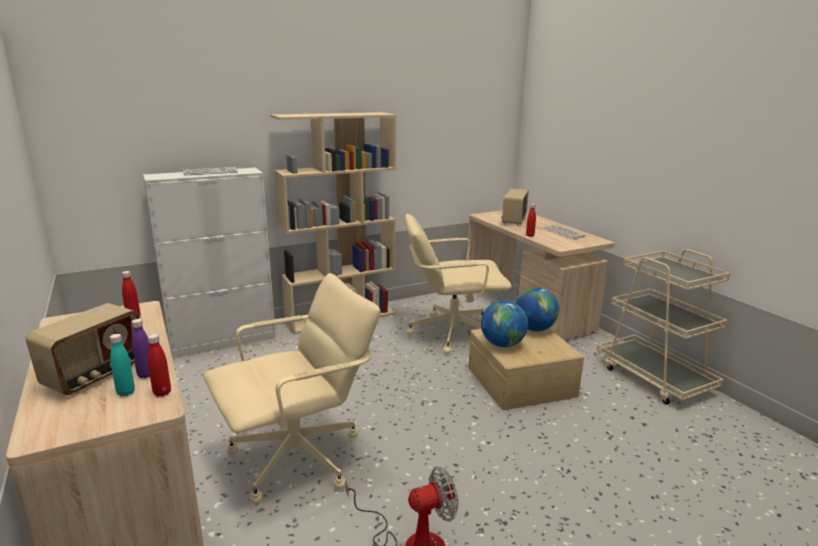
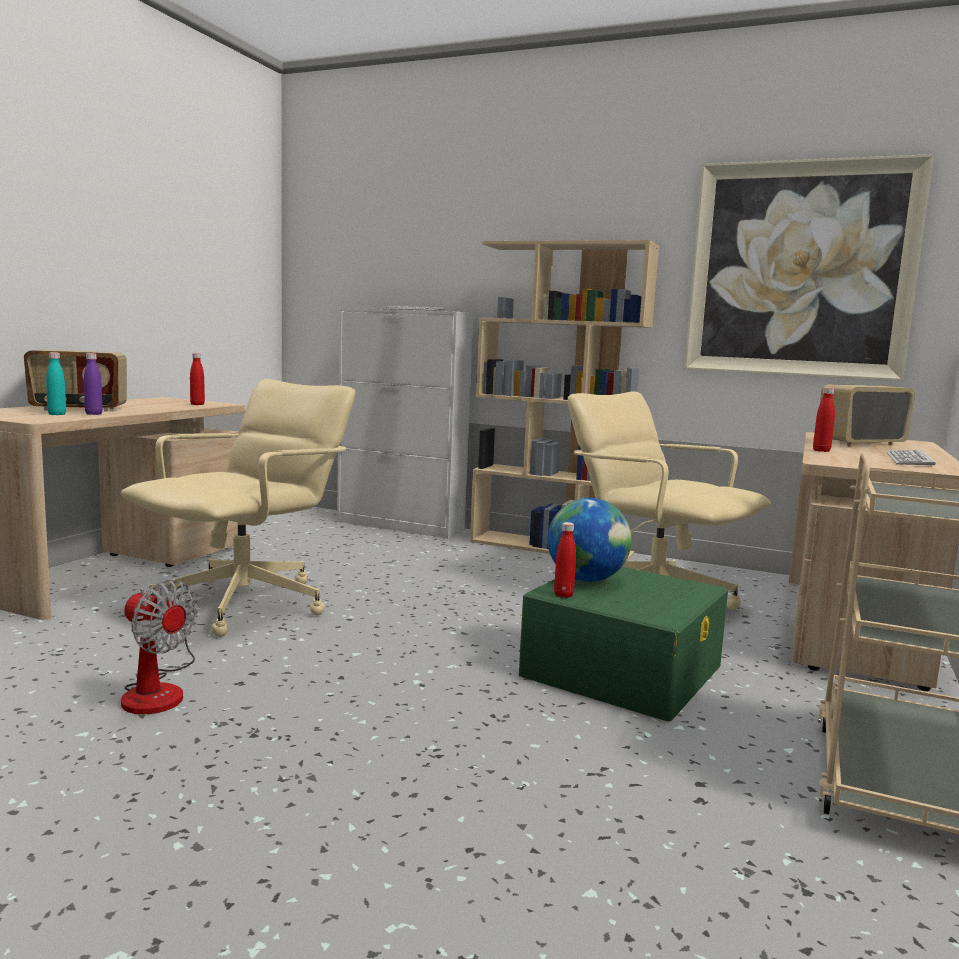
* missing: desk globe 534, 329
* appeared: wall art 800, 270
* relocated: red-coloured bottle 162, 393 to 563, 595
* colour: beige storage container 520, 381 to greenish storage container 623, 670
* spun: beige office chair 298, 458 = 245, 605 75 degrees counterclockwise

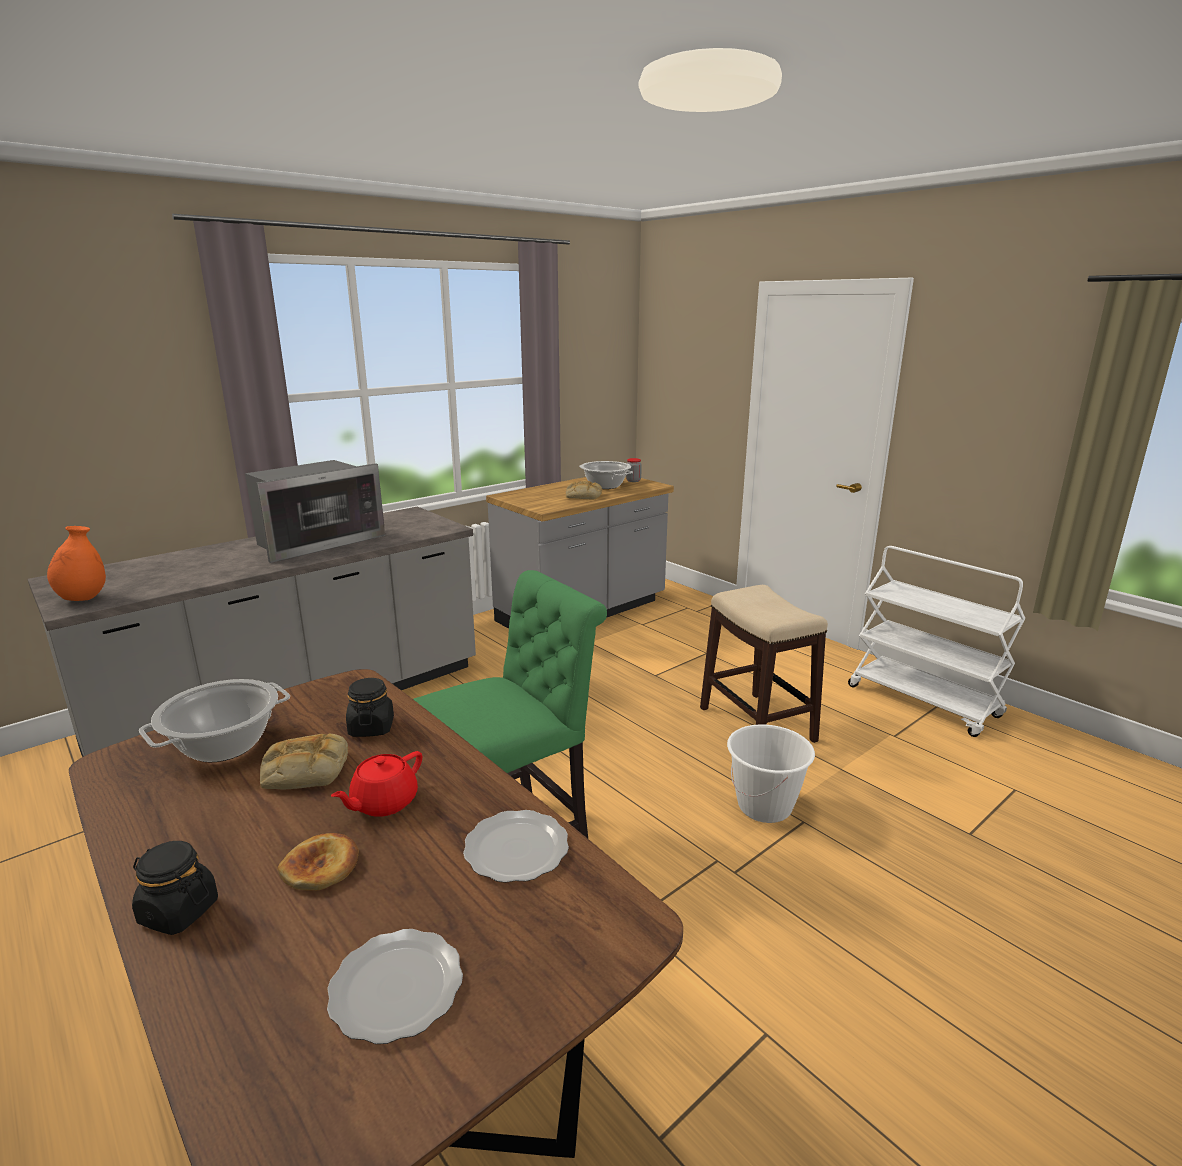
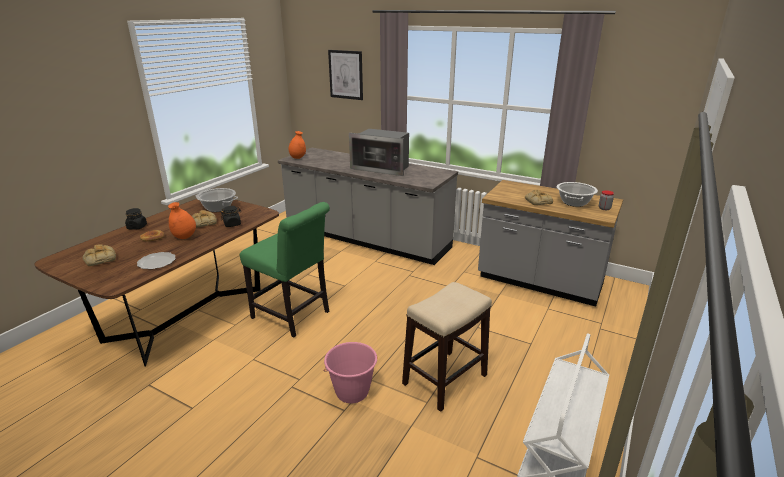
* appeared: wall art 346, 74
* exchanged: flat dish 395, 989 to baked bread 100, 259
* exchanged: red-coloured pot for tea 383, 803 to orange-coloured flower vase 184, 237
* colour: white bucket 765, 807 to pink-coloured bucket 352, 392

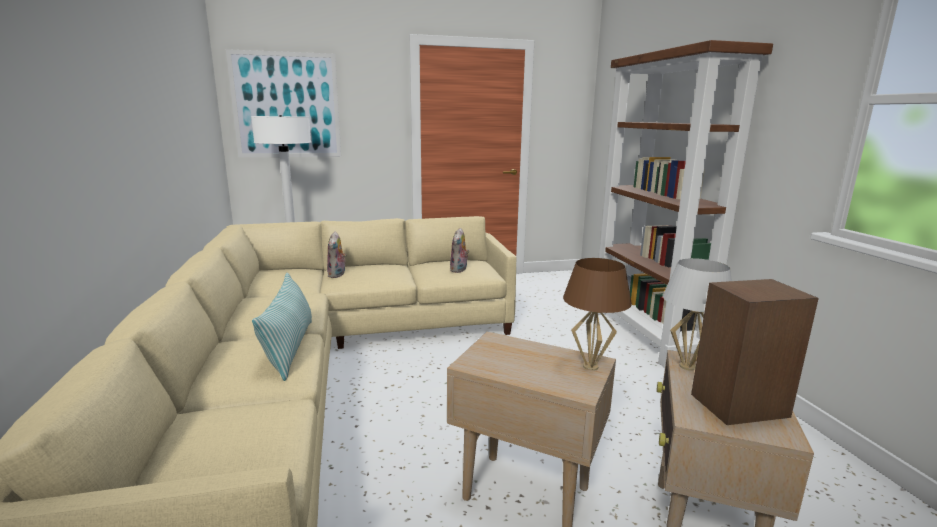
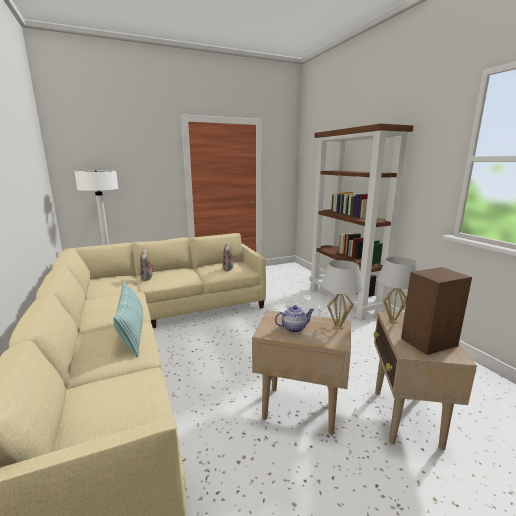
* missing: wall art 286, 105
* appeared: pot for tea 294, 328
* colour: brown-coloured tabletop lamp 590, 367 to white tabletop lamp 338, 327

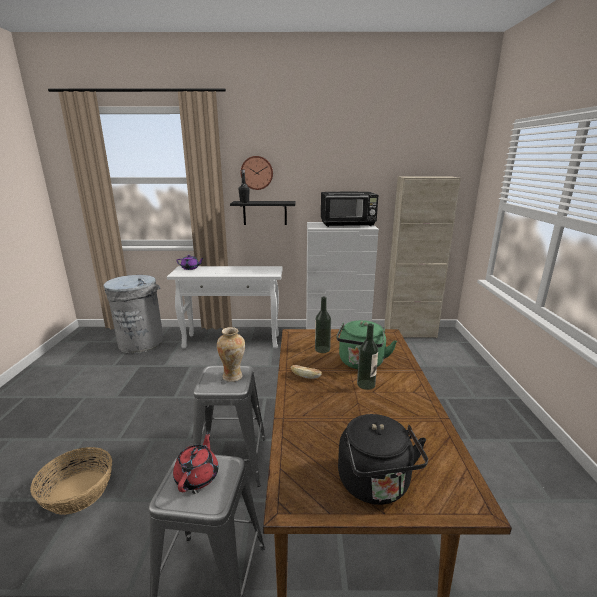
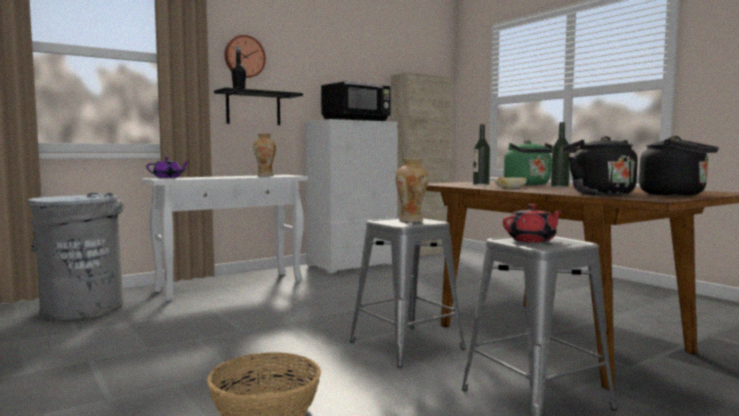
* appeared: flower vase 265, 176
* appeared: black-coloured water kettle 599, 194
* spun: red-coloured pot for tea 197, 476 = 532, 240 90 degrees clockwise

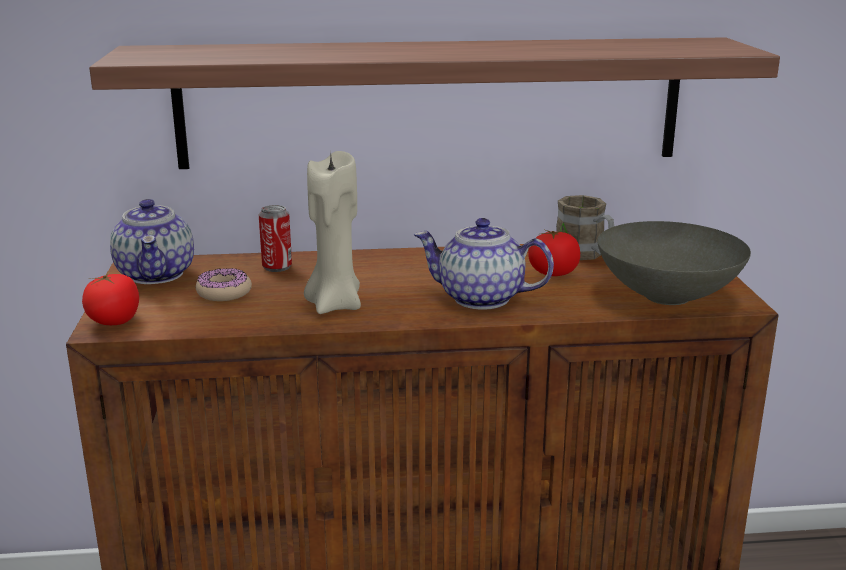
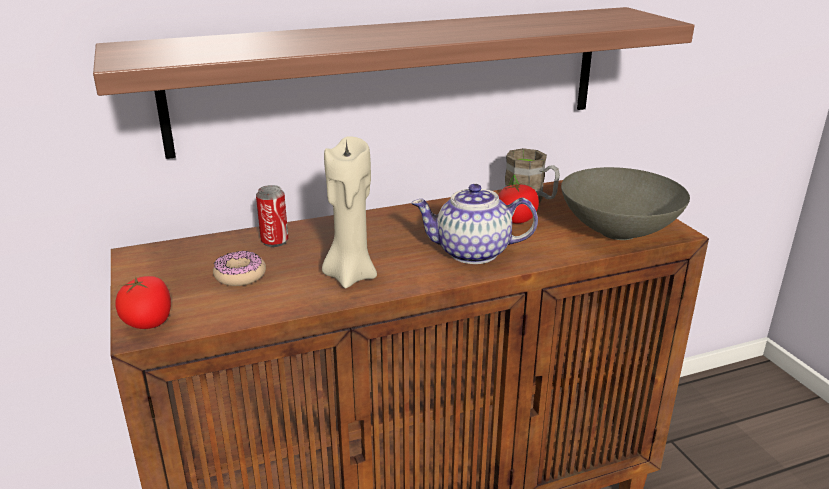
* missing: pot for tea 157, 275

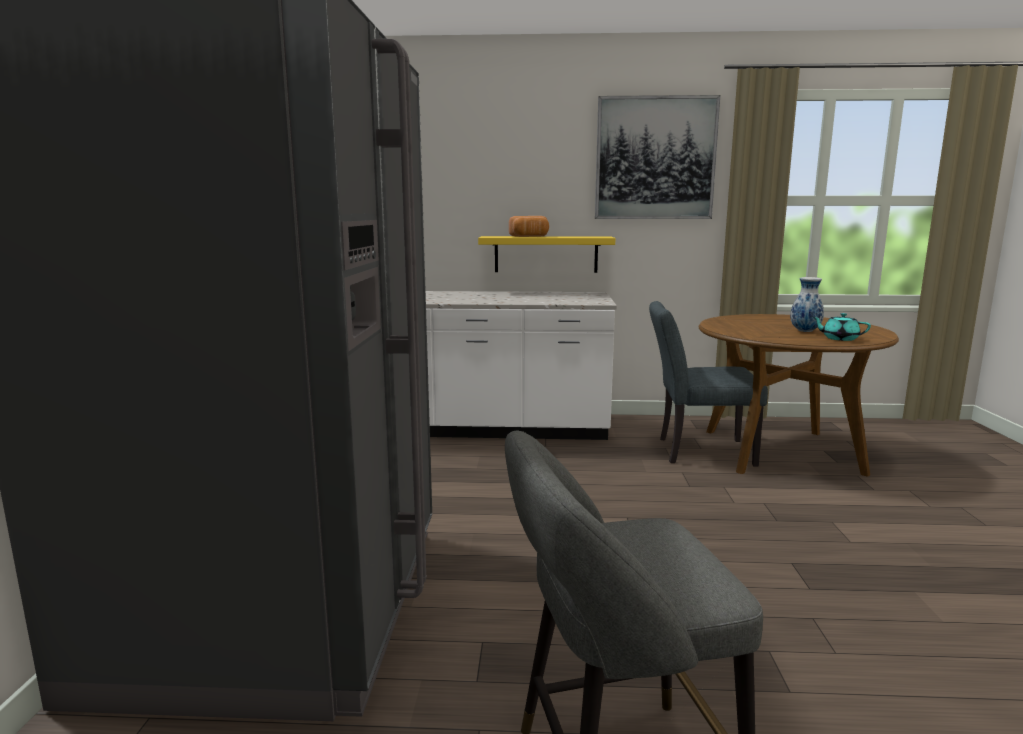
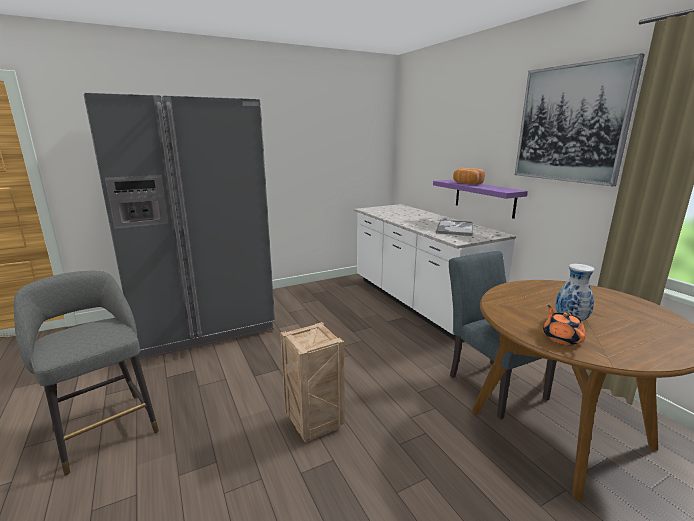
* appeared: packing crate 315, 424
* appeared: tray 454, 228
* colour: yellow bracket shelf 546, 254 to purple bracket shelf 484, 198
* colour: turquoise-coloured pot for tea 839, 339 to orange-coloured pot for tea 561, 338

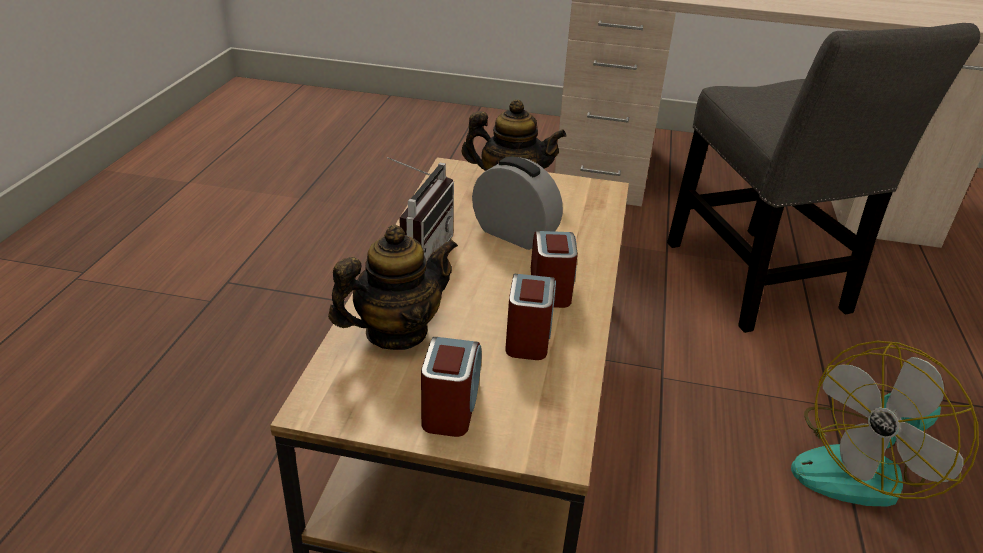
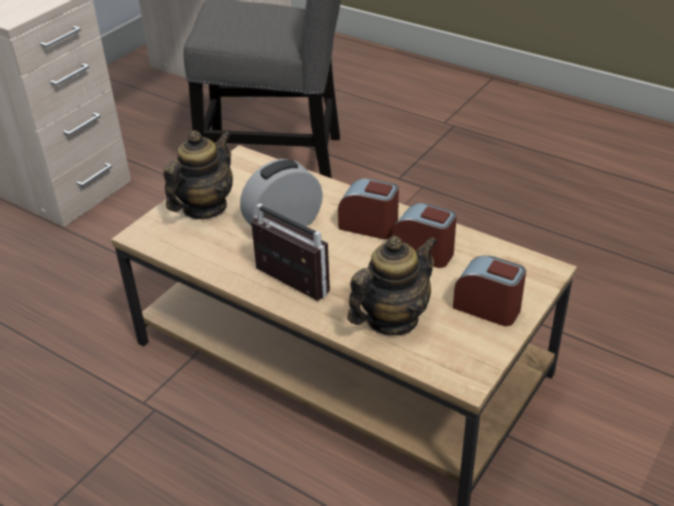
* missing: cooling fan 862, 467
* spun: pot for tea 396, 332 = 391, 319 60 degrees clockwise

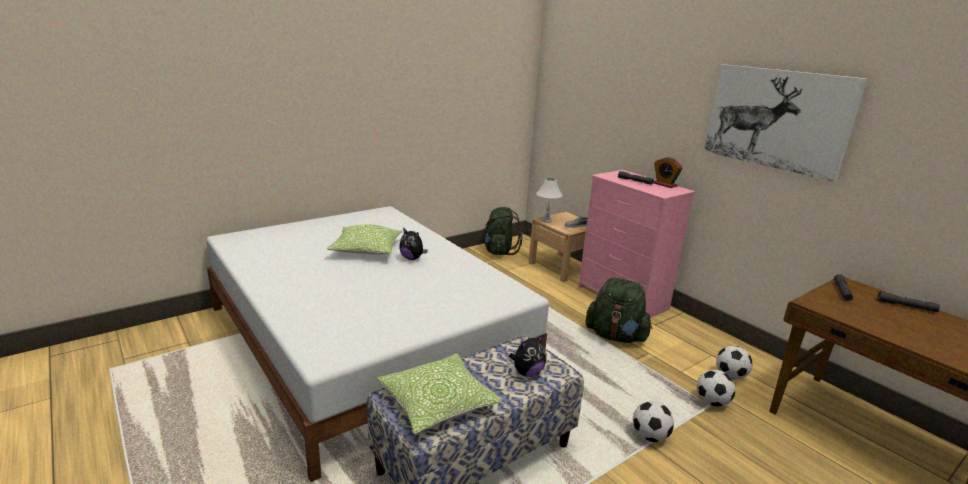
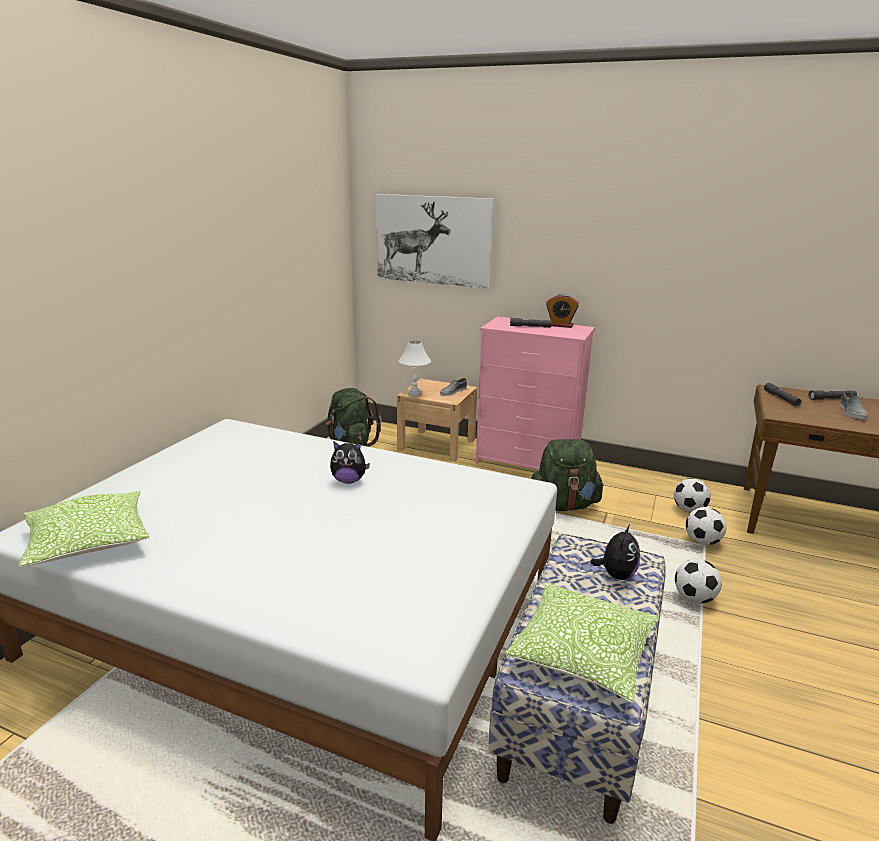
* appeared: gray low shoe 851, 412
* relocated: throw pillow 366, 250 to 88, 542
* relocated: wall art 777, 119 to 433, 240

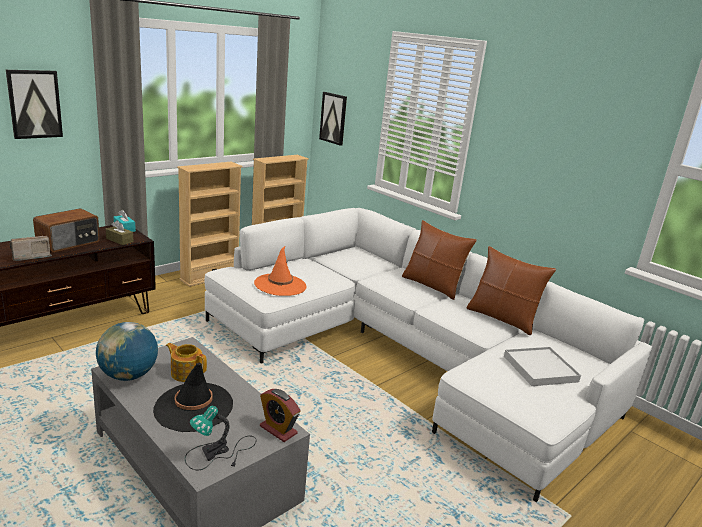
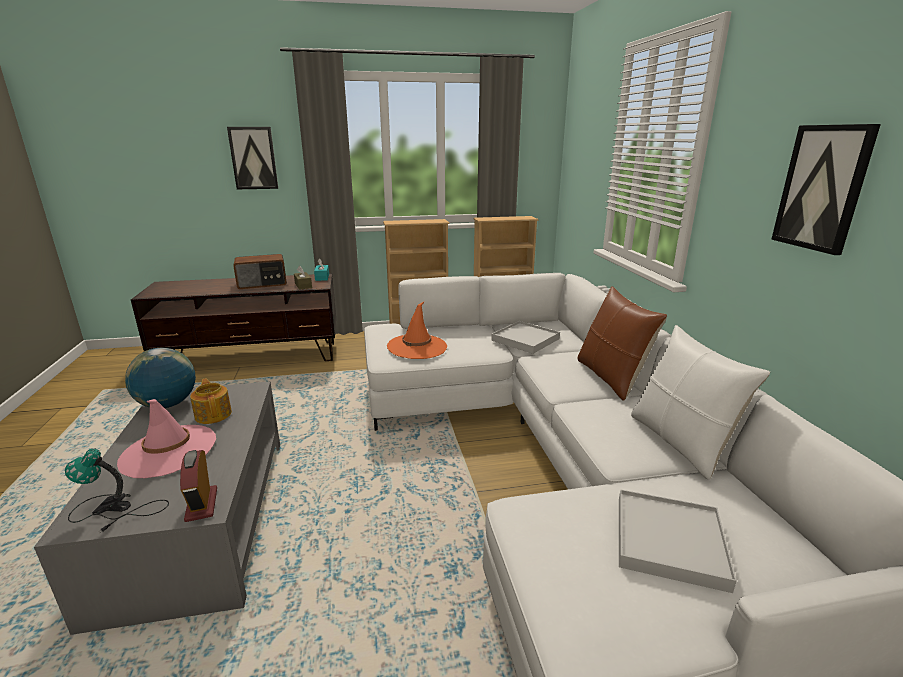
* missing: radio 30, 256
* appeared: white tray 525, 339
* relocated: wall art 333, 118 to 822, 188
* colour: black-coloured hat 193, 407 to pink-coloured hat 168, 451
* colour: brown-coloured throw pillow 502, 318 to white throw pillow 680, 442

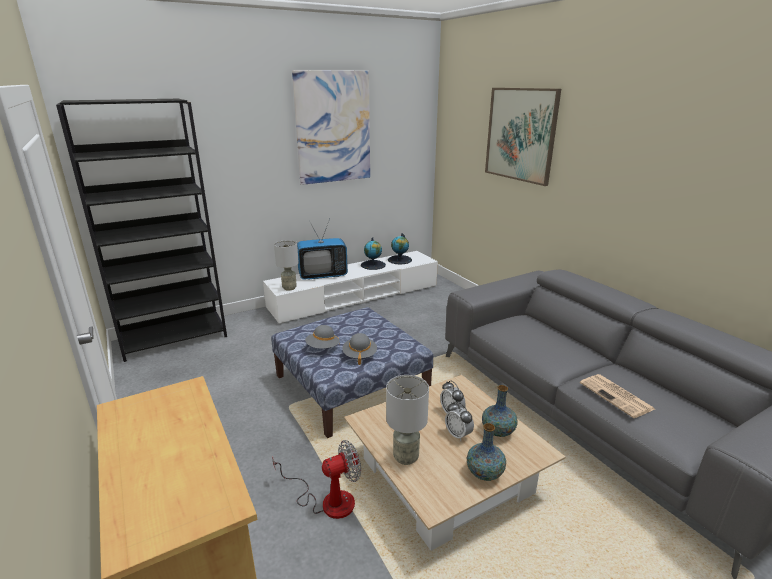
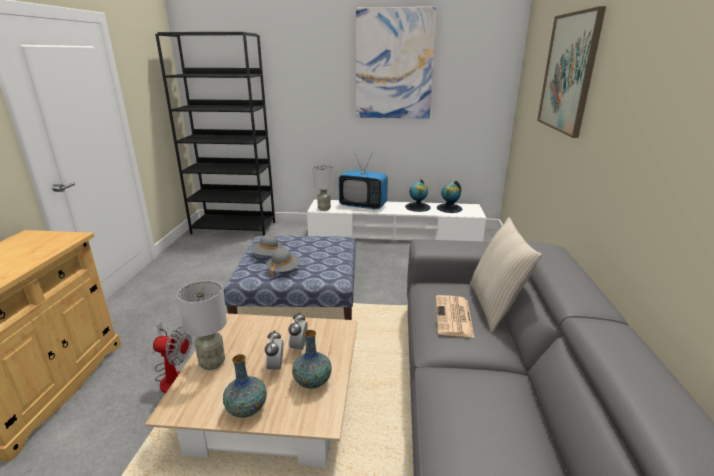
* appeared: beige throw pillow 495, 306
* relocated: daily paper 617, 396 to 454, 317

